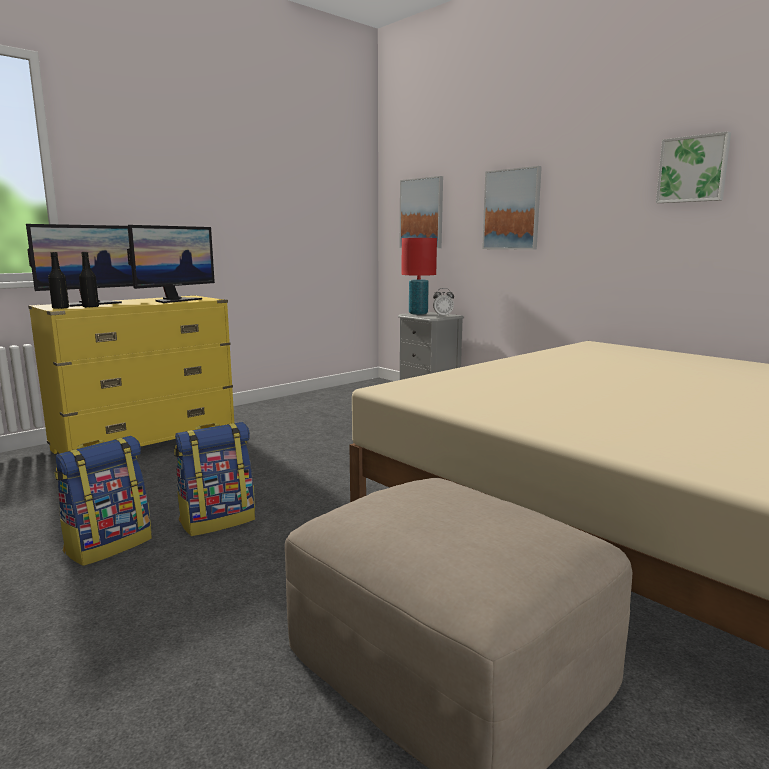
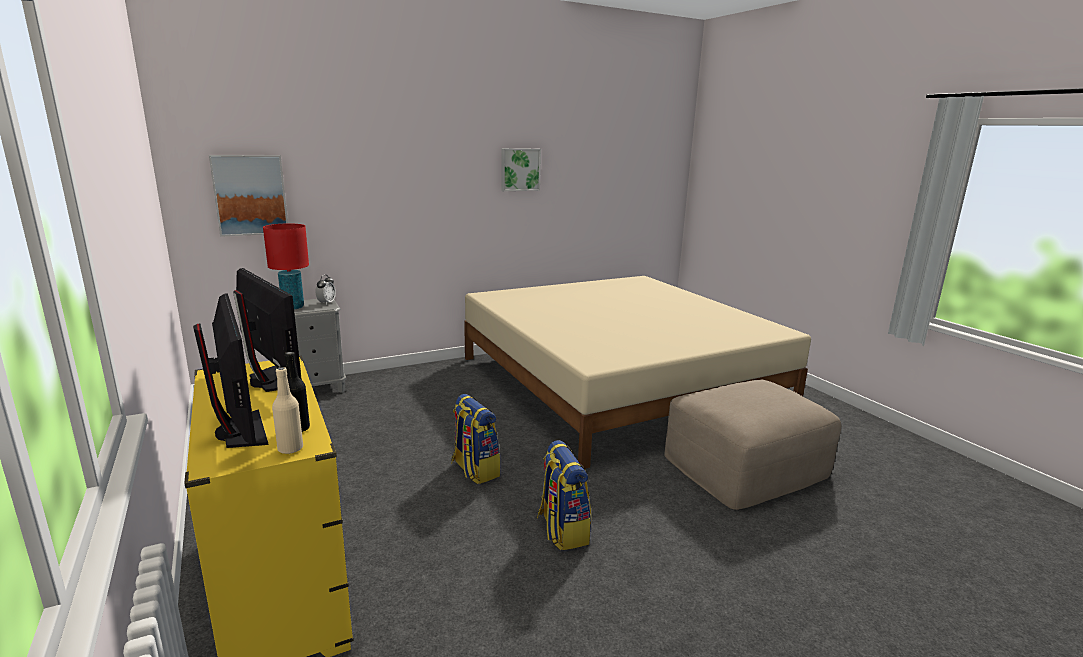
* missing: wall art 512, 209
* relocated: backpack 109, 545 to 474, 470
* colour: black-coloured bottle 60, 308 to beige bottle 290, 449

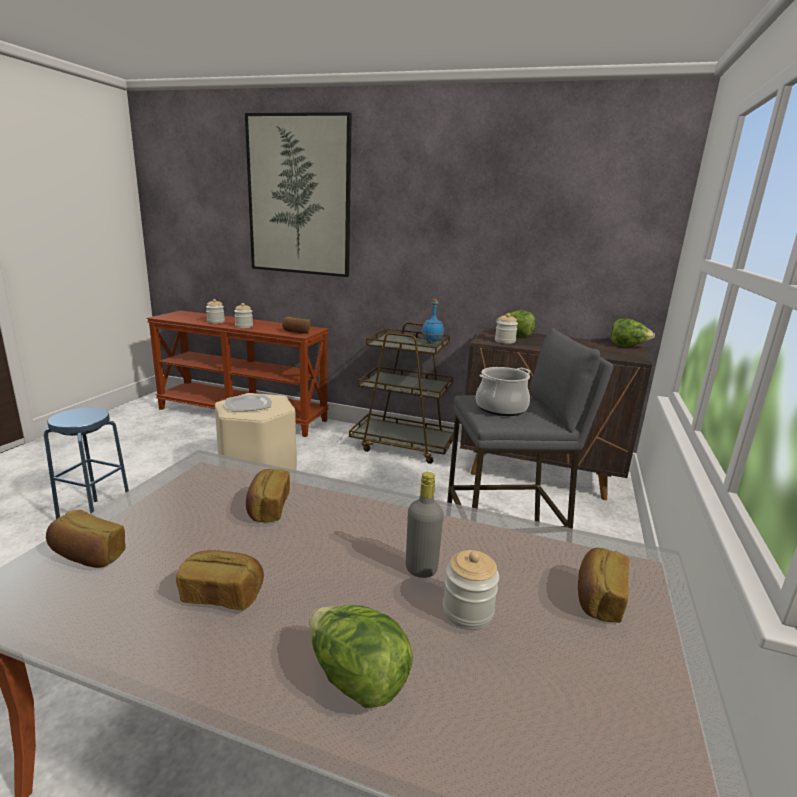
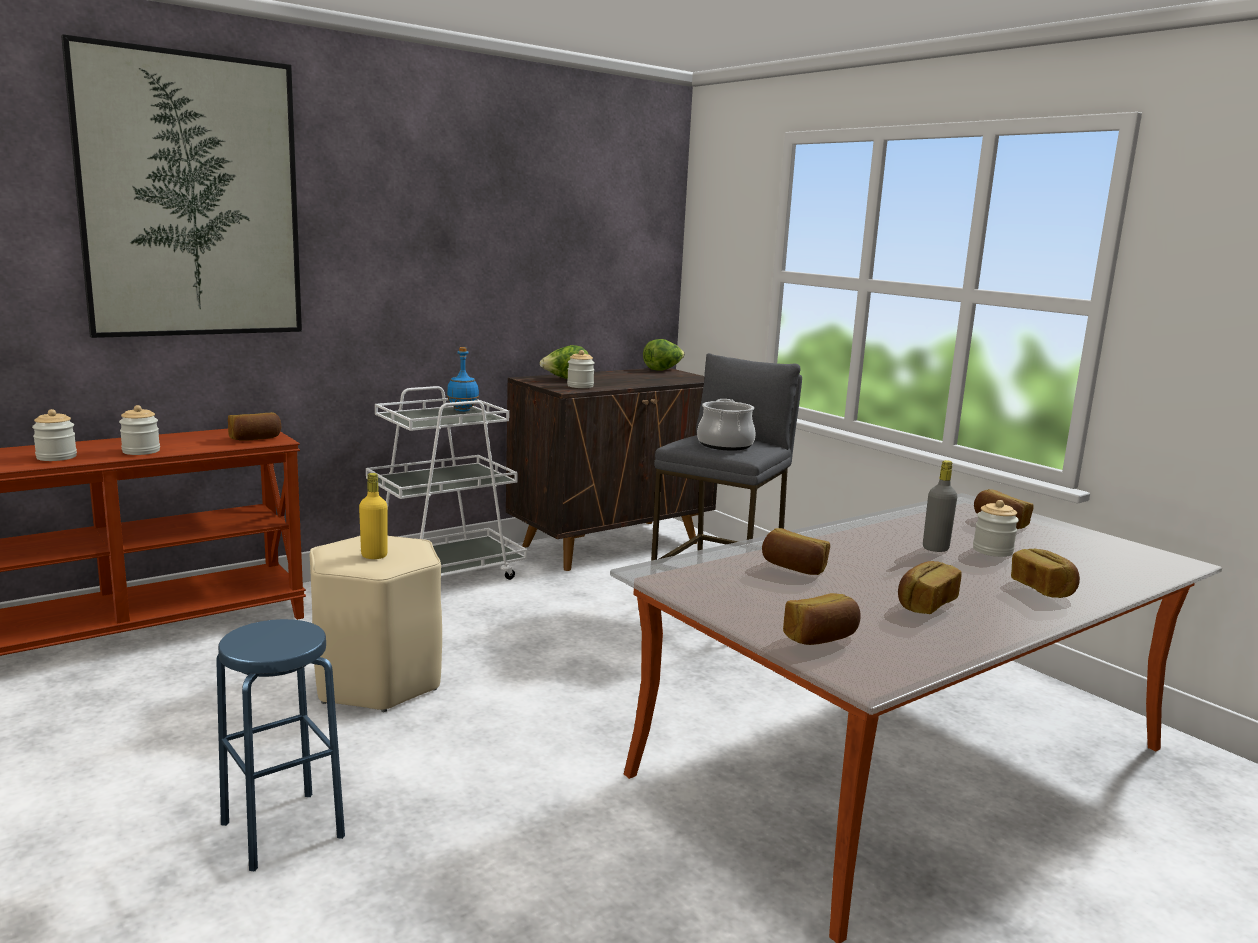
* exchanged: flat dish 248, 405 to yellow bottle 374, 556
* exchanged: lettuce 356, 679 to baked bread 1043, 589
* colour: brown-coloured trolley 403, 445 to white trolley 443, 575

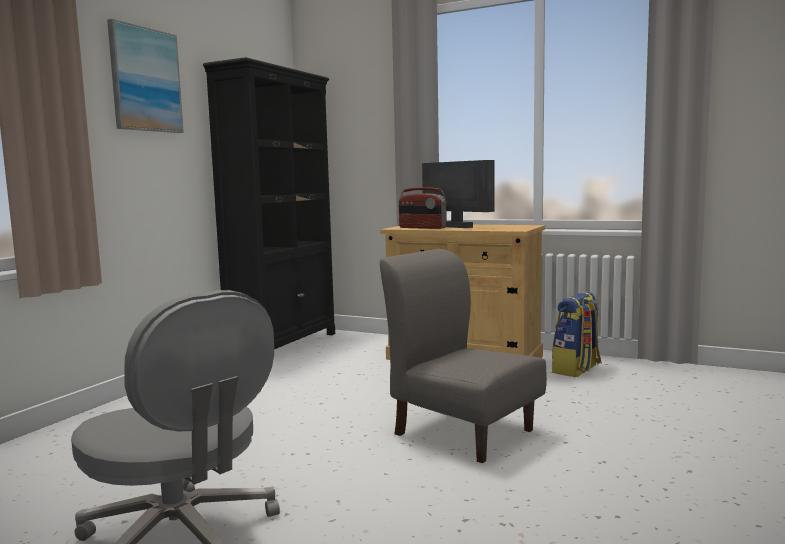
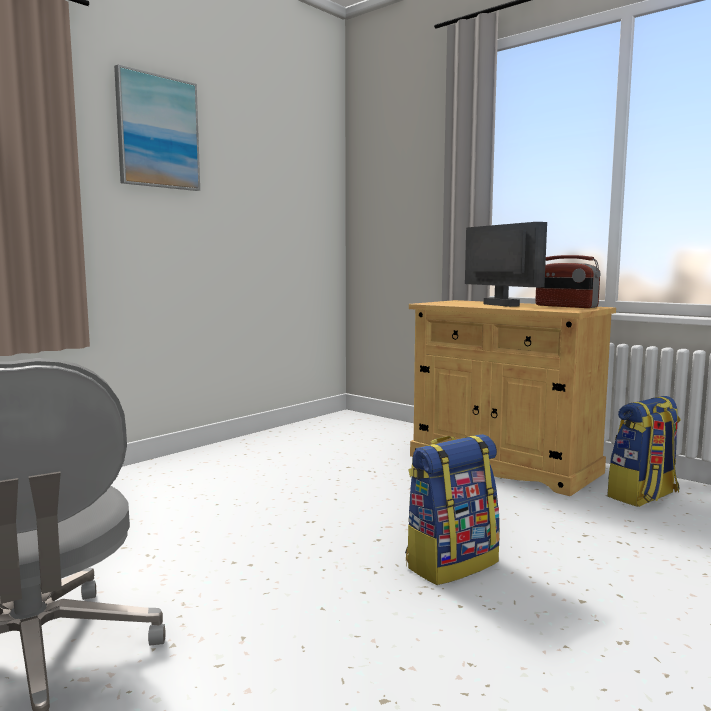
* missing: black-coloured shelving unit 284, 345
* relocated: radio 422, 228 to 565, 306
* exchanged: gray upright chair 463, 431 to backpack 451, 563

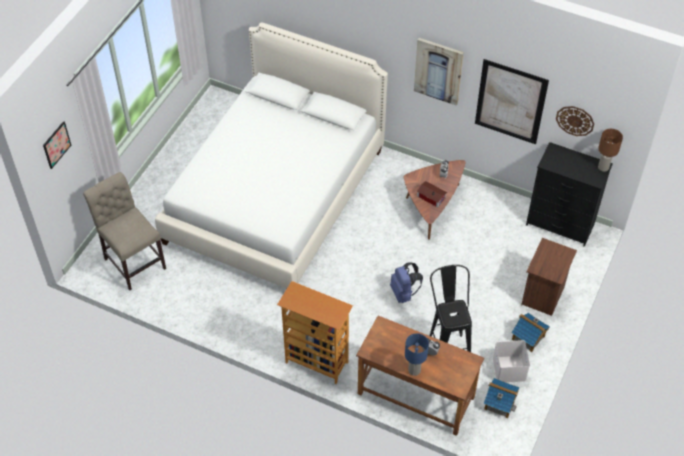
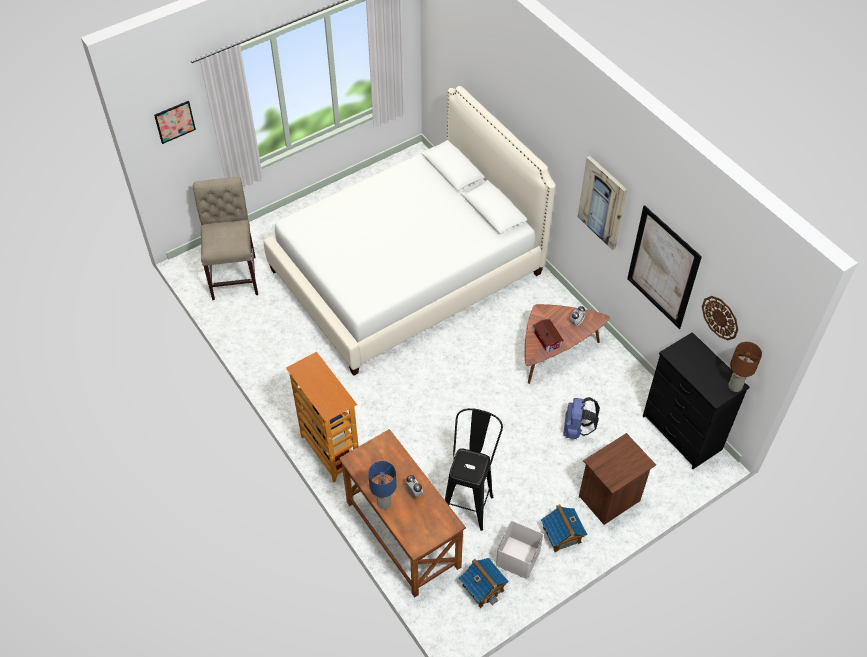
* relocated: blue backpack 404, 293 to 576, 429

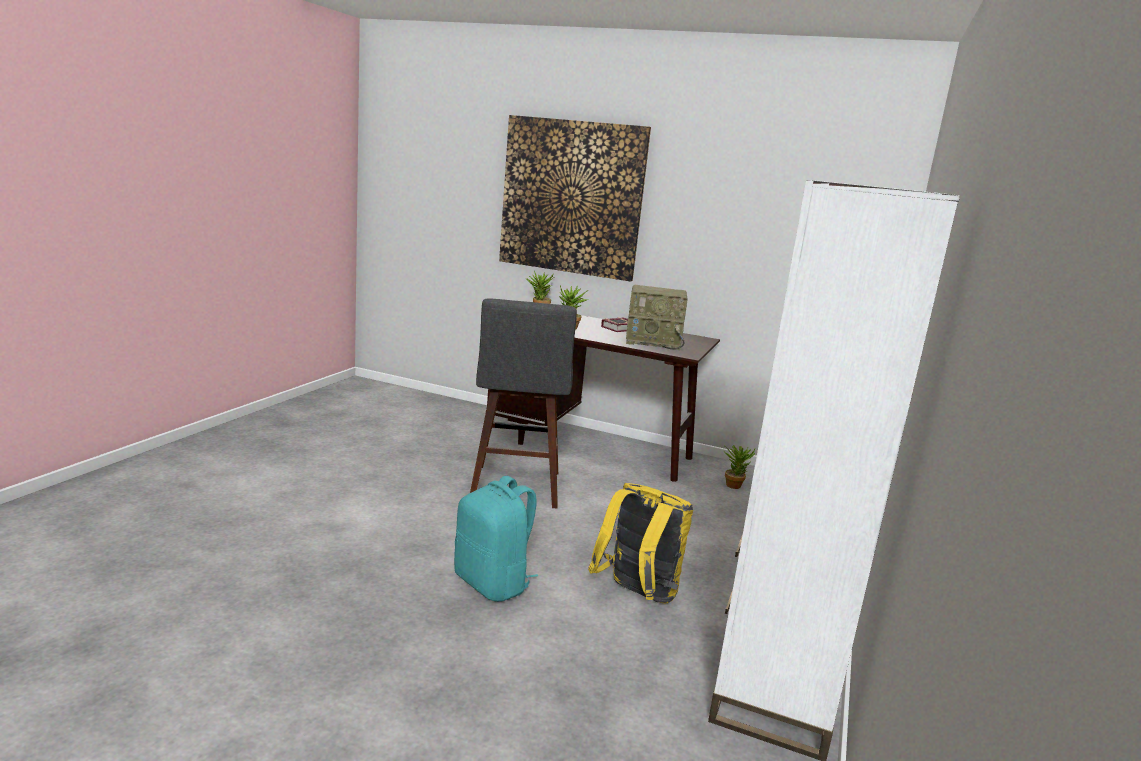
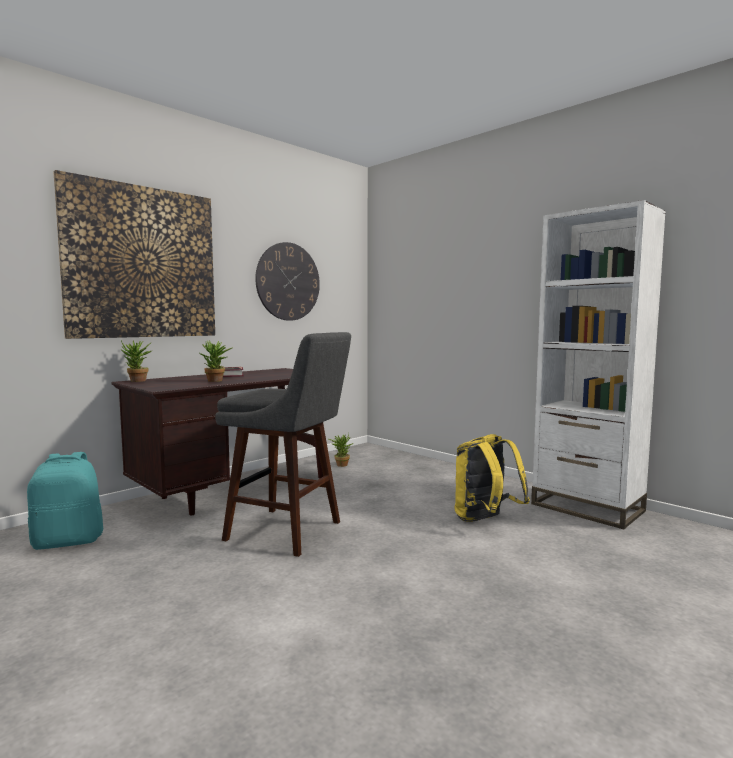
* missing: radio 654, 342
* appeared: wall clock 288, 282
* relocated: turquoise-coloured backpack 493, 584 to 69, 541

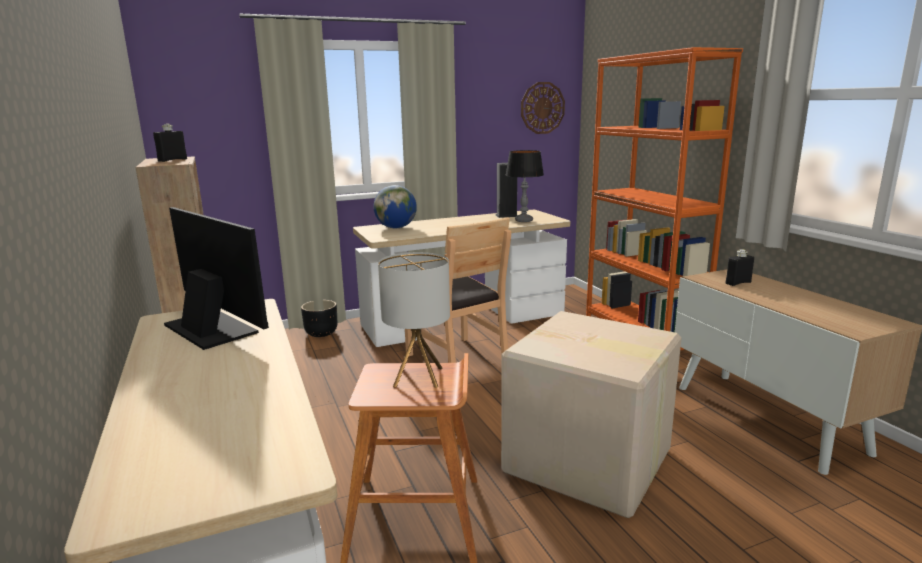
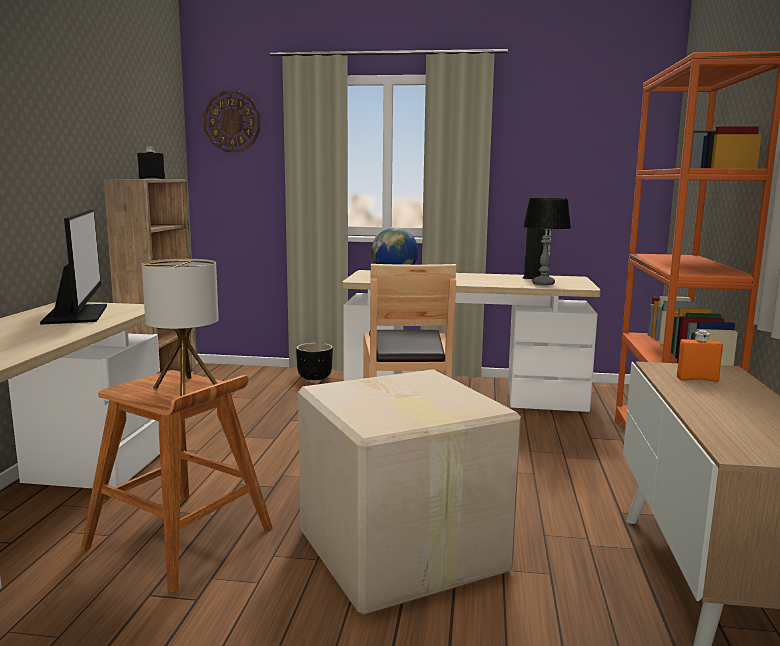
* relocated: wall clock 542, 108 to 232, 122
* colour: black-coloured bottle 738, 283 to orange-coloured bottle 697, 379

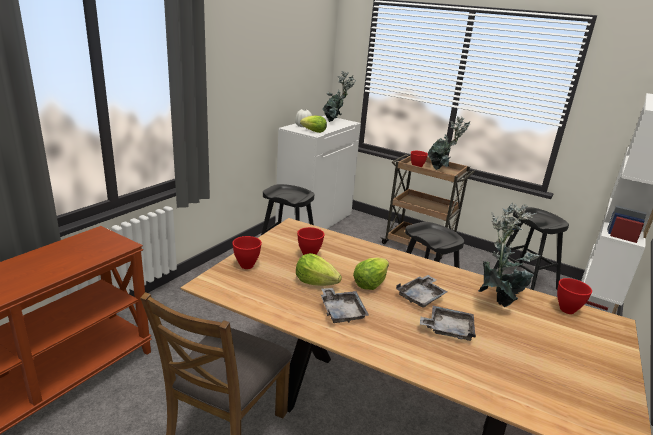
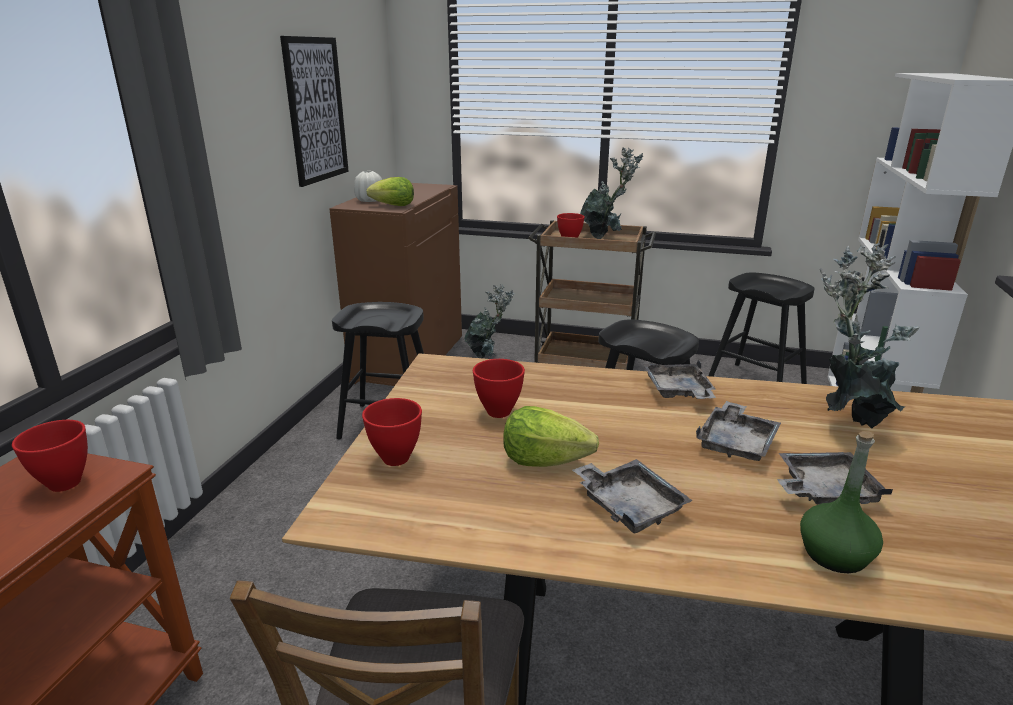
* missing: lettuce 370, 284
* appeared: wall art 316, 110
* appeared: gray tray 678, 391
* appeared: greenish bottle 834, 554
* relocated: plant in a pot 334, 122 to 487, 357
* relocated: red-coloured serving bowl 567, 310 to 64, 484
* colour: white cupboard 314, 221 to brown-coloured cupboard 408, 359

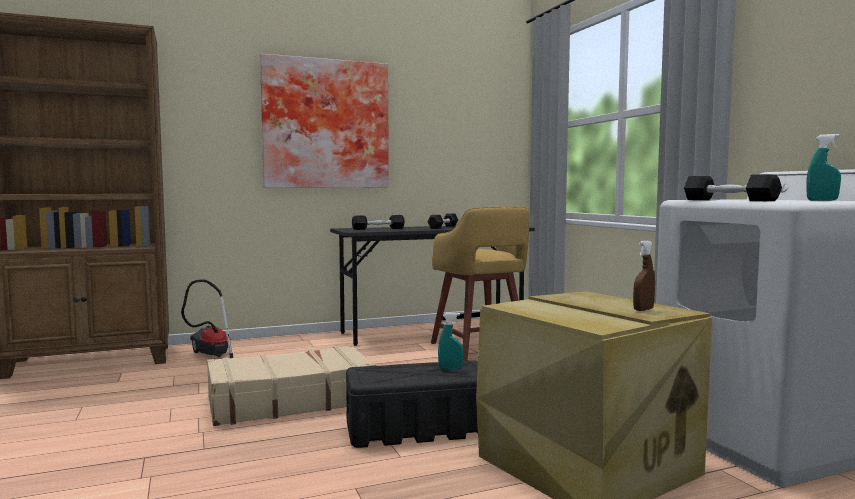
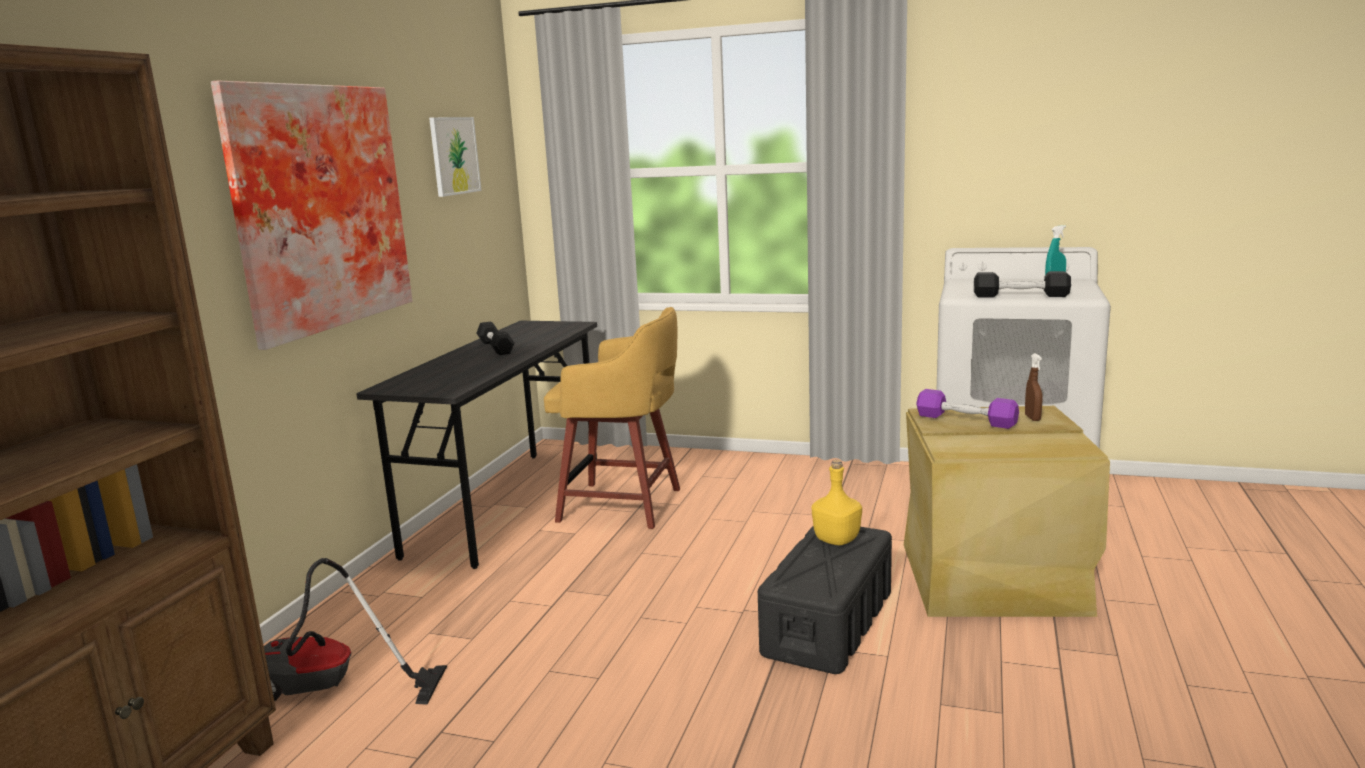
* missing: beige suitcase 290, 401
* missing: black-coloured hand weight 378, 229
* appeared: wall art 454, 156
* appeared: purple hand weight 965, 420
* exchanged: turquoise-coloured hand sprayer 450, 368 to yellow bottle 837, 540

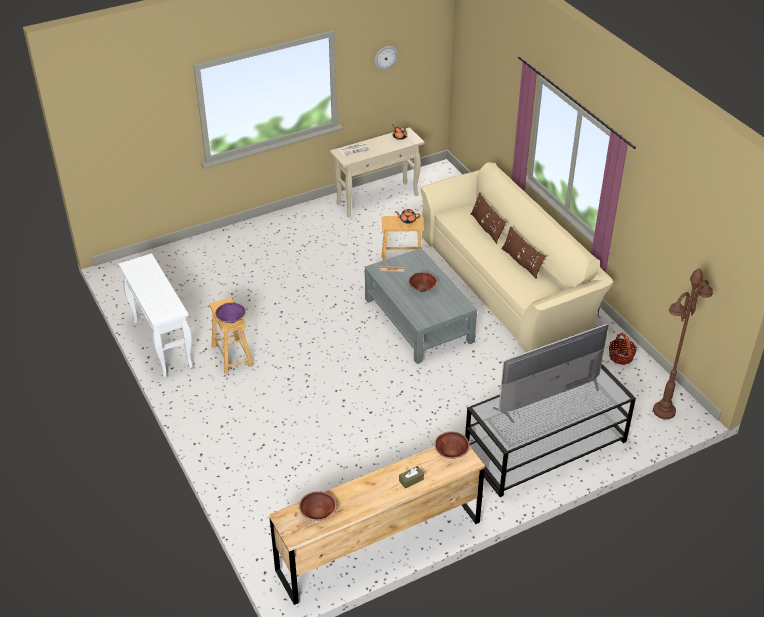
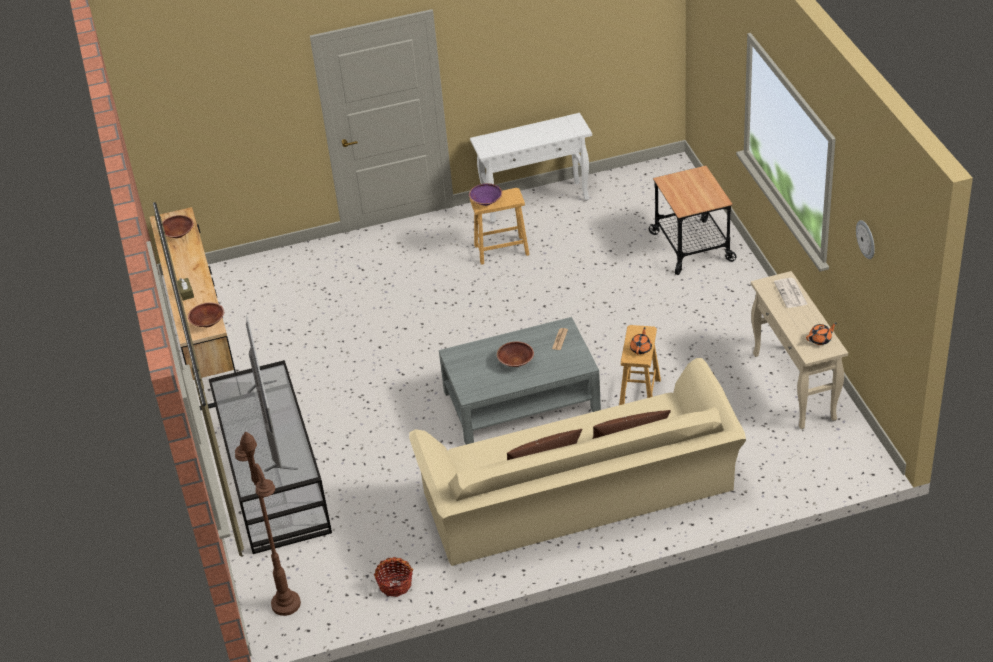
* appeared: trolley 692, 247

